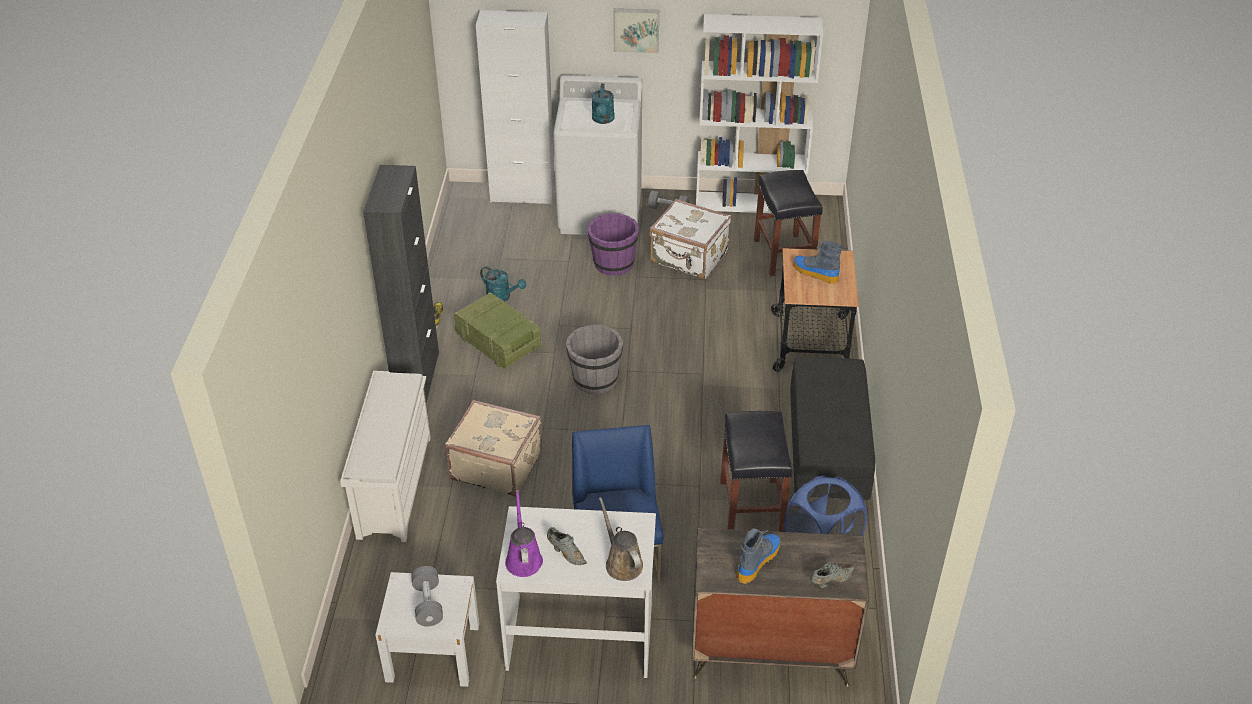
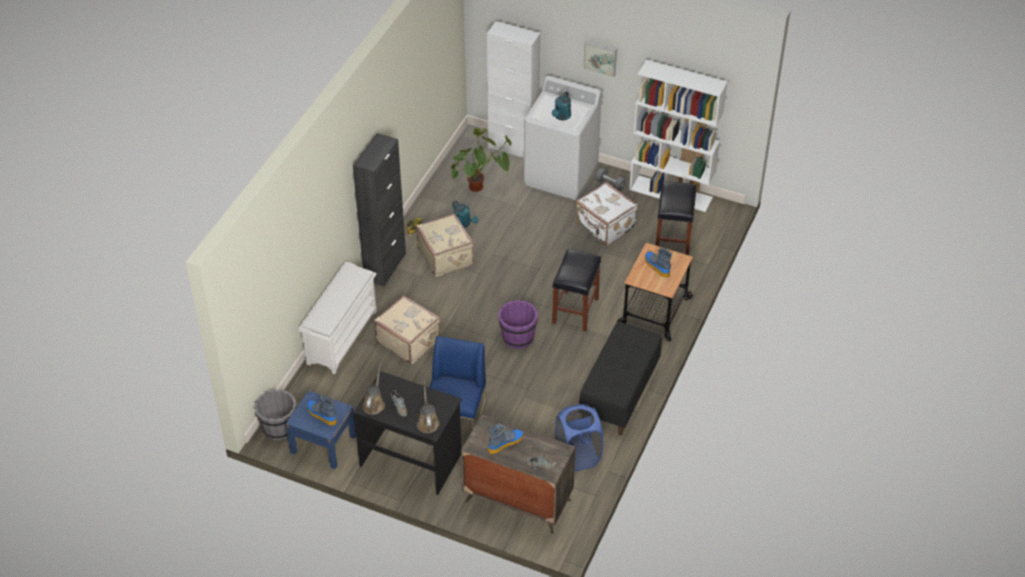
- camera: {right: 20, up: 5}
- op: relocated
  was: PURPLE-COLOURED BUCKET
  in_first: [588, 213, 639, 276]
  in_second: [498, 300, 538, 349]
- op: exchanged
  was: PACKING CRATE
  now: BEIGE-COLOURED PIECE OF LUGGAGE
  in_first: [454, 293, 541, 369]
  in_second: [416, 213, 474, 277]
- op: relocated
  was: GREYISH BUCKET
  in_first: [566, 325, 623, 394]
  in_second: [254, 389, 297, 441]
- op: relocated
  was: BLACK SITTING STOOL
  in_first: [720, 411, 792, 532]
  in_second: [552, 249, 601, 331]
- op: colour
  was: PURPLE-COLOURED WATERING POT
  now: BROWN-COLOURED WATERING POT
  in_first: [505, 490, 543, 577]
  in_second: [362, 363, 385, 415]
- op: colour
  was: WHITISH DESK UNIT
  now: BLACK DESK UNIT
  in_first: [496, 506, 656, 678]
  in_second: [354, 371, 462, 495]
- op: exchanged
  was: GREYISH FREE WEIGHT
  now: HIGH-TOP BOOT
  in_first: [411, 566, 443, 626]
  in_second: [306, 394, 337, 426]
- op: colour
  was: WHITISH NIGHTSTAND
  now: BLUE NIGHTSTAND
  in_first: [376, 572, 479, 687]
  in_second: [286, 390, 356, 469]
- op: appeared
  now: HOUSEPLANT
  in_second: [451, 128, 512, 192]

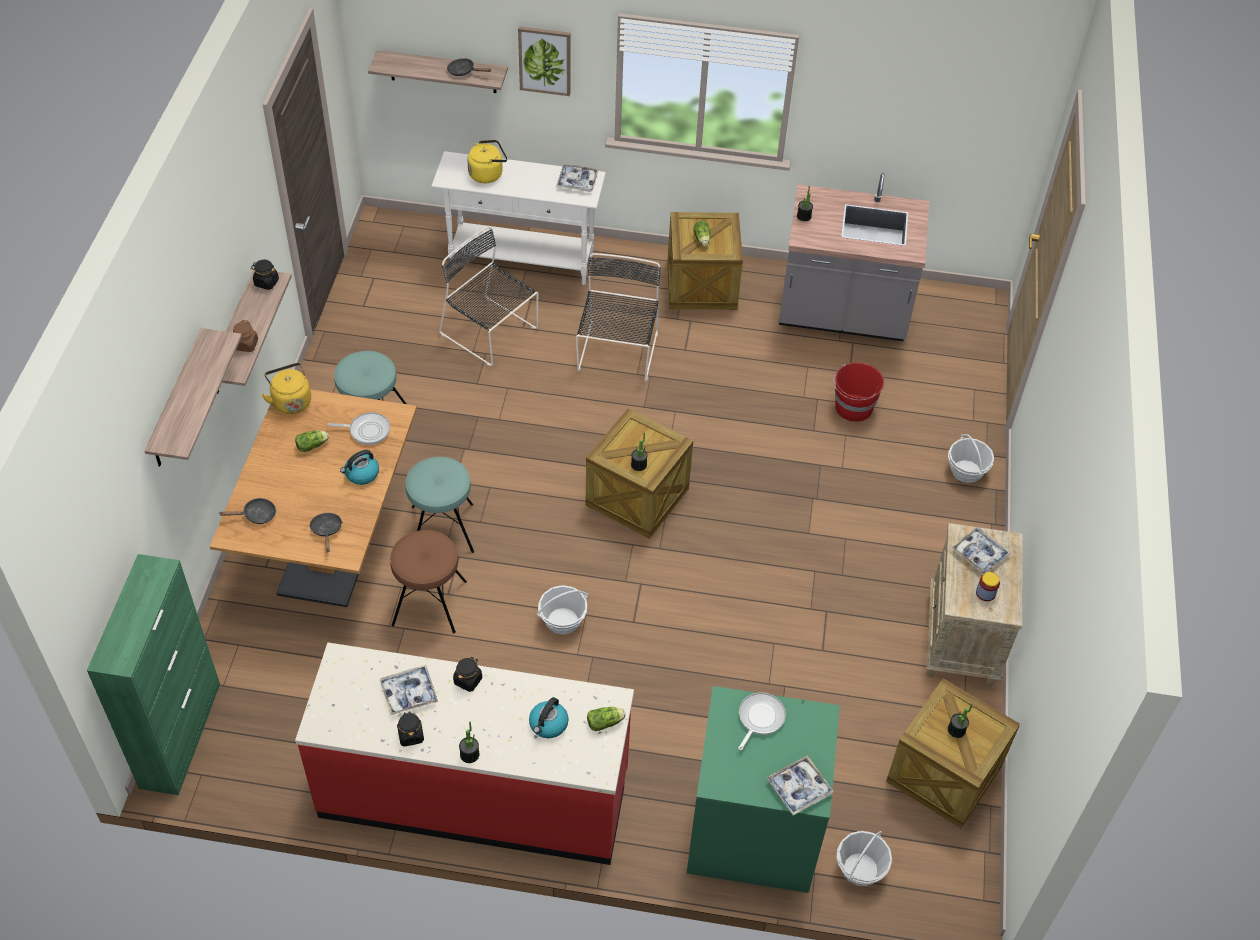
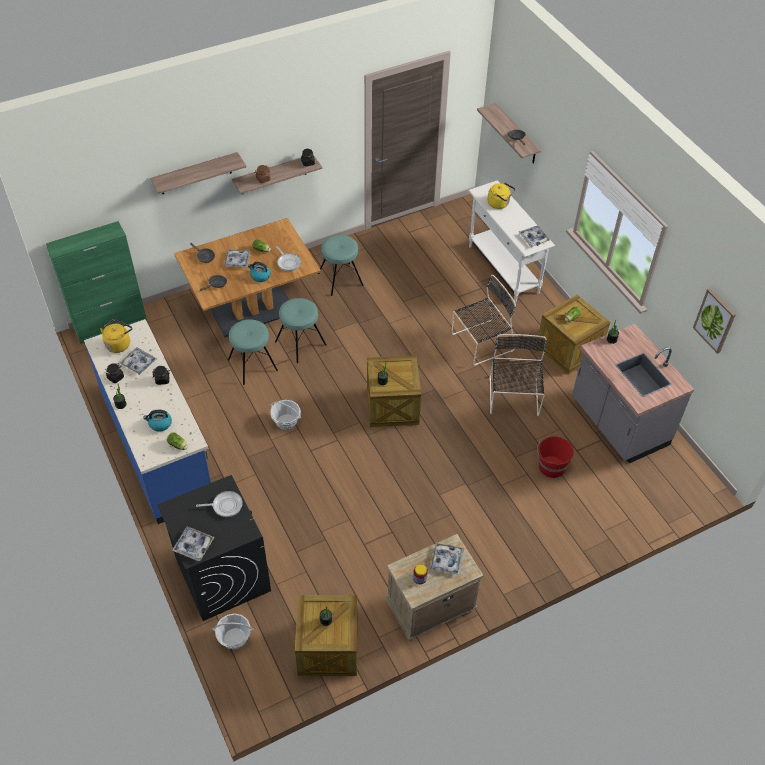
- camera: {right: 55, up: 0}
- op: relocated
  was: WALL PICTURE
  in_first: [518, 26, 570, 96]
  in_second: [693, 288, 736, 354]
- op: relocated
  was: BLACK CHAIR
  in_first: [439, 226, 538, 366]
  in_second: [489, 334, 547, 416]
- op: relocated
  was: YELLOW-COLOURED TEA KETTLE
  in_first: [262, 363, 311, 414]
  in_second: [100, 319, 132, 353]
- op: missing
  was: HOUSEHOLD BASKET
  in_first: [948, 434, 994, 483]
- op: colour
  was: BROWN-COLOURED SITTING STOOL
  now: TURQUOISE SITTING STOOL
  in_first: [390, 530, 467, 633]
  in_second: [228, 319, 278, 385]
- op: colour
  was: REDDISH KITCHEN BASE UNIT
  now: BLUE KITCHEN BASE UNIT
  in_first: [295, 643, 634, 865]
  in_second: [84, 319, 211, 524]
- op: colour
  was: GREEN-COLOURED LAUNDRY APPLIANCE
  now: BLACK LAUNDRY APPLIANCE
  in_first: [687, 686, 840, 893]
  in_second: [157, 475, 271, 621]
- op: appeared
  now: SERVING TRAY
  in_second: [224, 249, 251, 267]

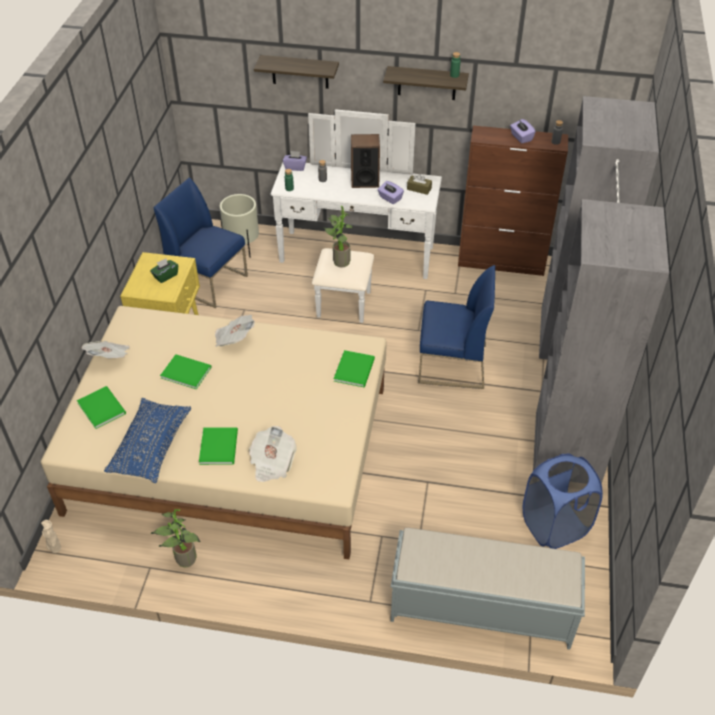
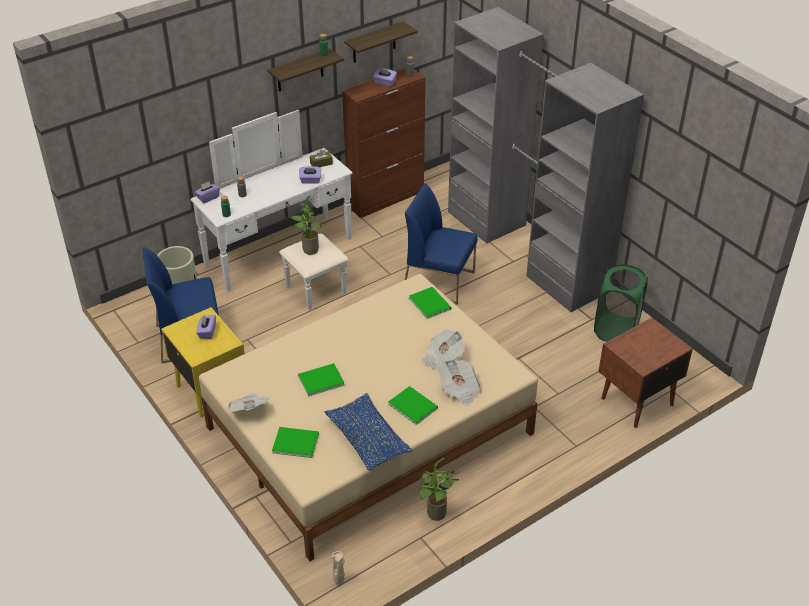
- camera: {right: -45, up: -5}
- op: relocated
  was: BRACKET SHELF
  in_first: [254, 55, 339, 89]
  in_second: [344, 21, 417, 63]
- op: missing
  was: SPEAKER
  in_first: [351, 134, 380, 188]
- op: colour
  was: GREEN-COLOURED TISSUE HOLDER
  now: PURPLE-COLOURED TISSUE HOLDER
  in_first: [150, 258, 178, 283]
  in_second: [197, 315, 216, 339]
- op: spun
  was: BLUE CHAIR
  in_first: [418, 265, 495, 389]
  in_second: [405, 183, 477, 305]
  clockwise: -120
- op: relocated
  was: DAILY PAPER
  in_first: [215, 315, 255, 347]
  in_second: [421, 330, 465, 371]
- op: colour
  was: BLUE LAUNDRY BASKET
  now: GREEN-COLOURED LAUNDRY BASKET
  in_first: [523, 454, 603, 549]
  in_second: [594, 264, 648, 342]
- op: exchanged
  was: GREYISH BENCH
  now: BROWN-COLOURED NIGHTSTAND
  in_first: [391, 528, 585, 650]
  in_second: [598, 318, 693, 428]

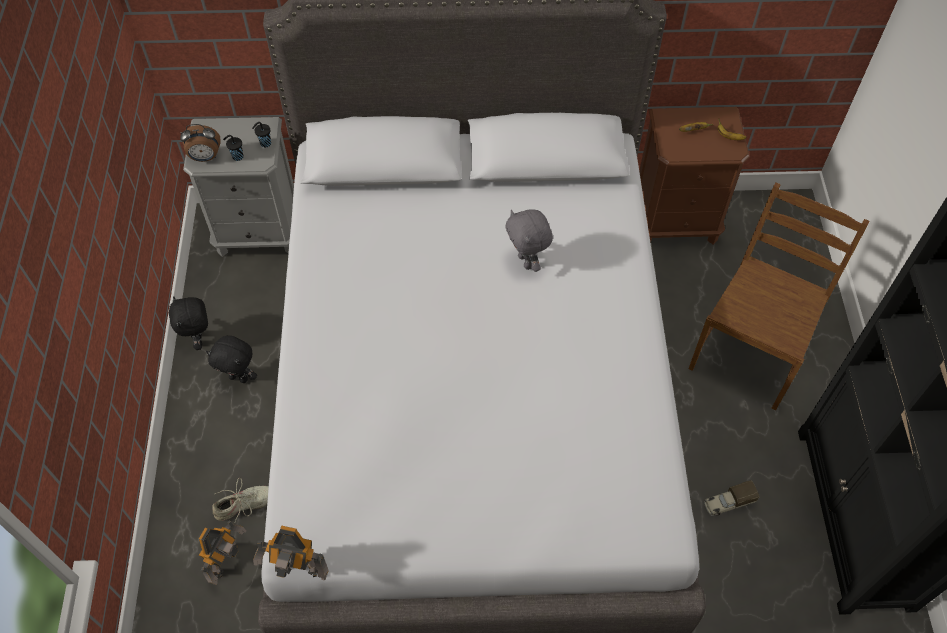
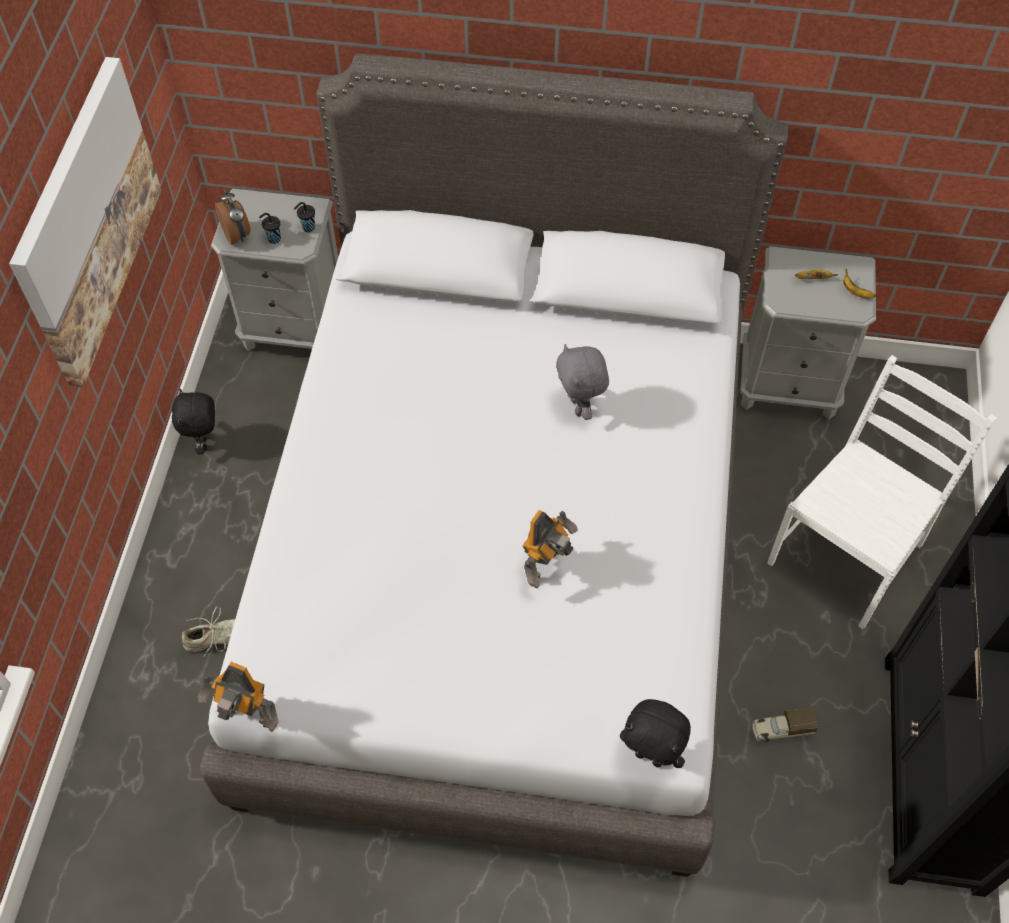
- camera: {right: 10, up: 0}
- op: colour
  was: BROWN-COLOURED NIGHTSTAND
  now: GREYISH NIGHTSTAND
  in_first: [639, 107, 750, 245]
  in_second: [740, 246, 876, 420]
- op: spun
  was: ALARM CLOCK
  in_first: [180, 124, 220, 162]
  in_second: [215, 190, 251, 245]
  clockwise: -120
- op: colour
  was: BROWN-COLOURED CHAIR
  now: WHITISH CHAIR
  in_first: [689, 182, 869, 411]
  in_second: [767, 355, 997, 629]
- op: relocated
  was: BLACK PLUSH TOY
  in_first: [206, 336, 257, 383]
  in_second: [620, 699, 691, 768]
- op: relocated
  was: ROBOT FIGURE
  in_first: [199, 520, 247, 585]
  in_second: [523, 510, 578, 588]
- op: appeared
  now: WALL PICTURE
  in_second: [9, 57, 162, 387]

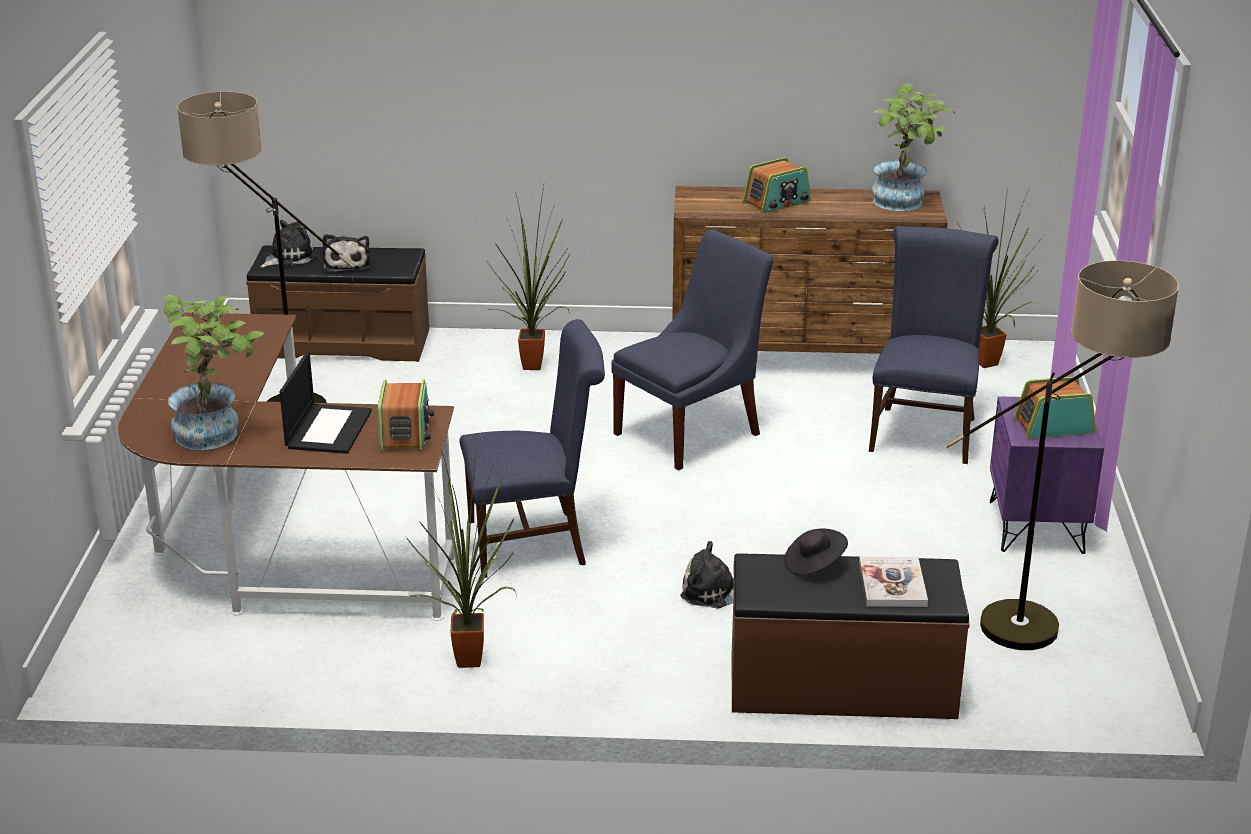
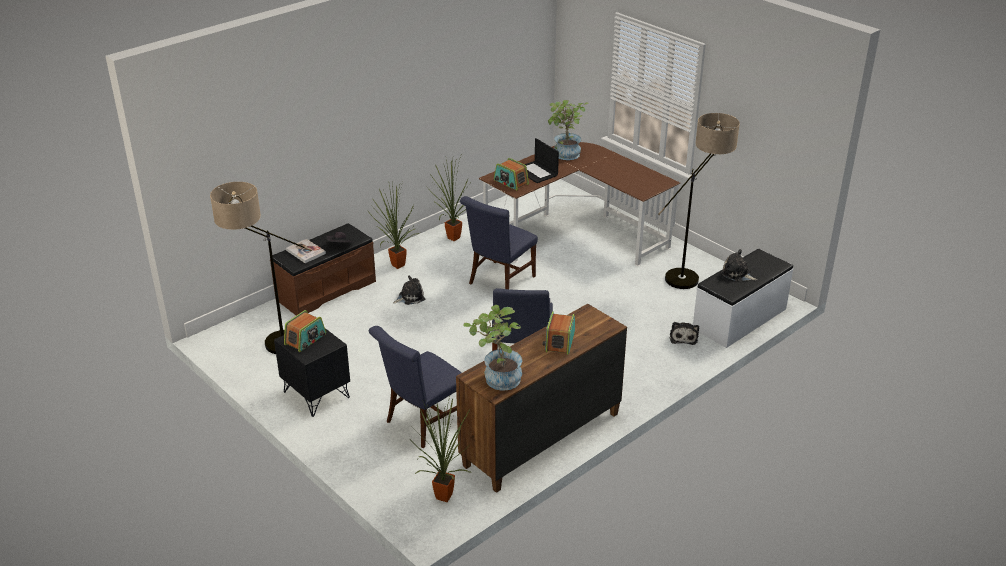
- camera: {right: 135, up: 5}
- op: relocated
  was: HOUSEPLANT
  in_first: [486, 186, 570, 370]
  in_second: [370, 182, 420, 269]
- op: relocated
  was: PLUSH TOY
  in_first: [260, 220, 317, 268]
  in_second: [670, 322, 699, 345]
- op: spun
  was: BLUE CHAIR
  in_first: [869, 226, 999, 464]
  in_second: [369, 326, 462, 448]
  clockwise: 75
- op: colour
  was: BROWN-COLOURED BENCH
  now: WHITISH BENCH
  in_first: [246, 245, 429, 362]
  in_second: [693, 249, 793, 348]
- op: colour
  was: PURPLE-COLOURED NIGHTSTAND
  now: BLACK NIGHTSTAND
  in_first: [990, 396, 1104, 554]
  in_second: [274, 328, 350, 417]

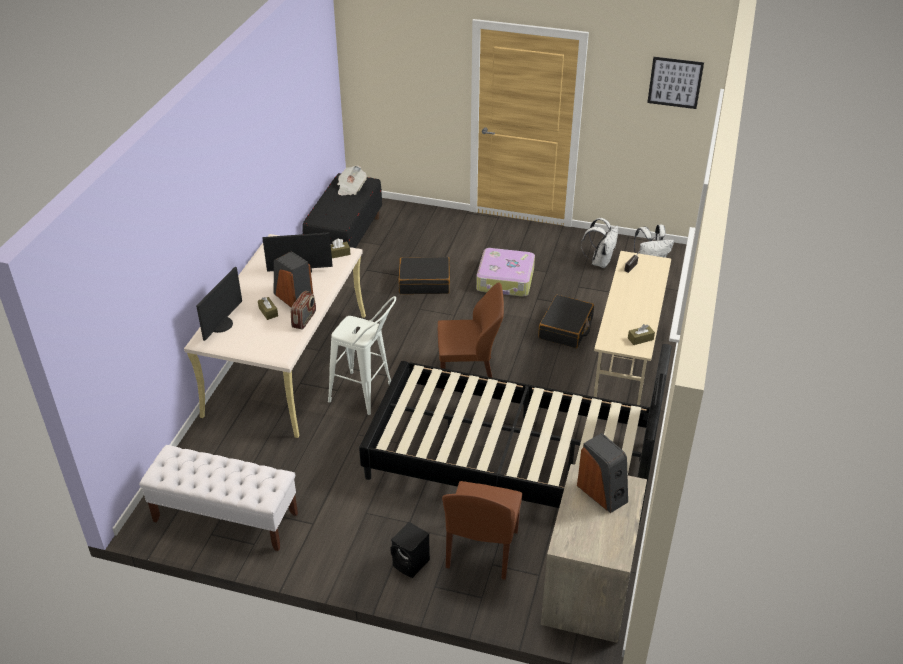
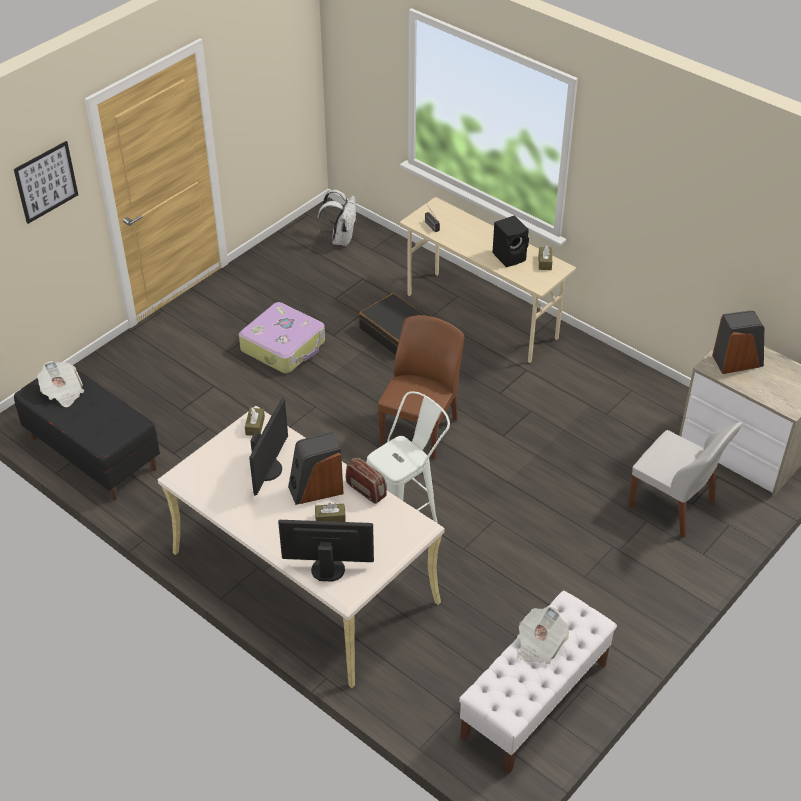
- camera: {right: -65, up: 5}
- op: relocated
  was: WALL PICTURE
  in_first: [647, 57, 704, 109]
  in_second: [14, 141, 78, 224]
- op: missing
  was: WHITISH KNAPSACK
  in_first: [581, 218, 618, 268]
- op: missing
  was: BLACK PIECE OF LUGGAGE
  in_first: [398, 257, 450, 294]
- op: spun
  was: COMPUTER DISPLAY
  in_first: [196, 267, 242, 341]
  in_second: [278, 520, 374, 582]
  clockwise: -45
- op: missing
  was: BLACK BED
  in_first: [359, 344, 672, 525]
- op: colour
  was: BROWN-COLOURED CHAIR
  now: WHITISH CHAIR
  in_first: [442, 481, 522, 580]
  in_second: [628, 422, 742, 538]
- op: relocated
  was: BLACK SPEAKER
  in_first: [390, 522, 430, 578]
  in_second: [492, 215, 529, 267]
- op: appeared
  now: DAILY PAPER
  in_second: [517, 607, 569, 664]

